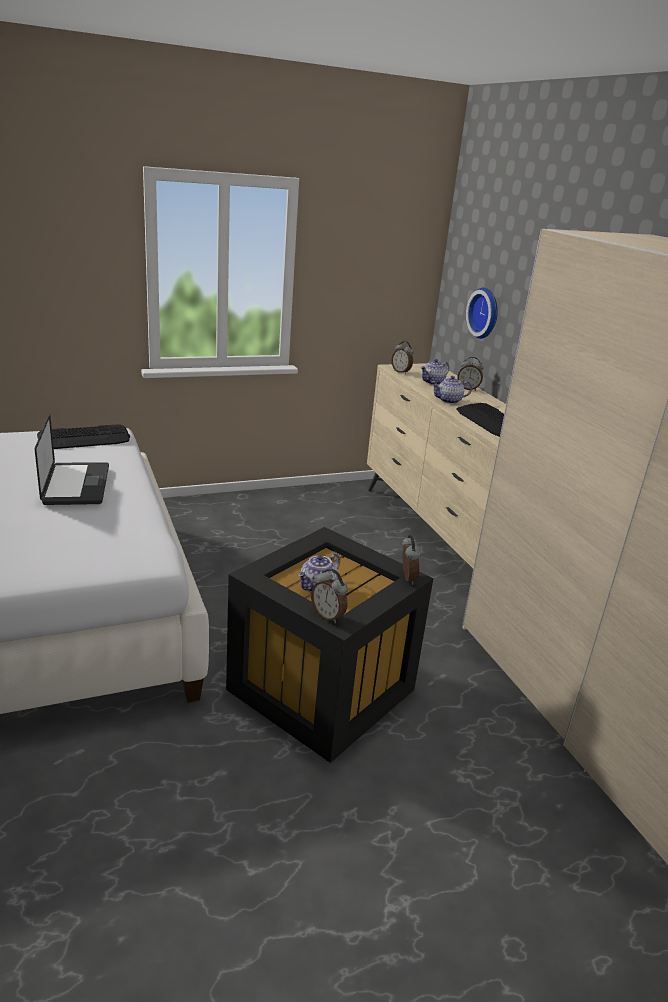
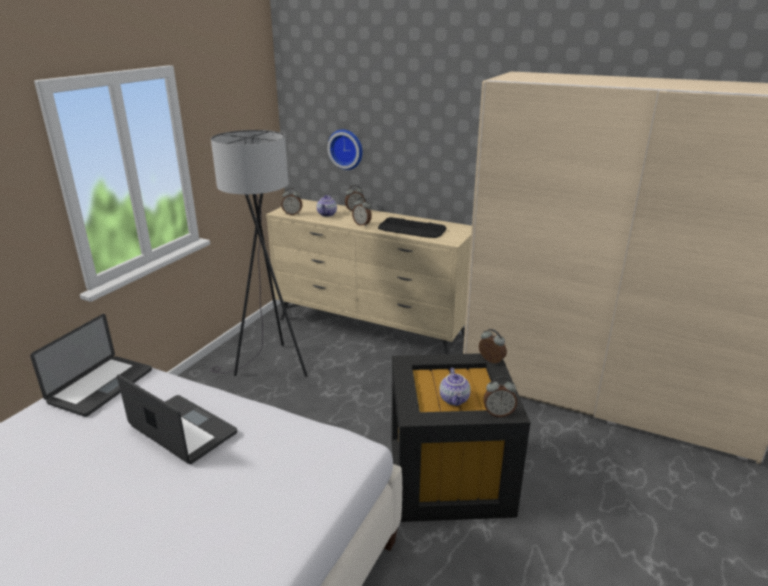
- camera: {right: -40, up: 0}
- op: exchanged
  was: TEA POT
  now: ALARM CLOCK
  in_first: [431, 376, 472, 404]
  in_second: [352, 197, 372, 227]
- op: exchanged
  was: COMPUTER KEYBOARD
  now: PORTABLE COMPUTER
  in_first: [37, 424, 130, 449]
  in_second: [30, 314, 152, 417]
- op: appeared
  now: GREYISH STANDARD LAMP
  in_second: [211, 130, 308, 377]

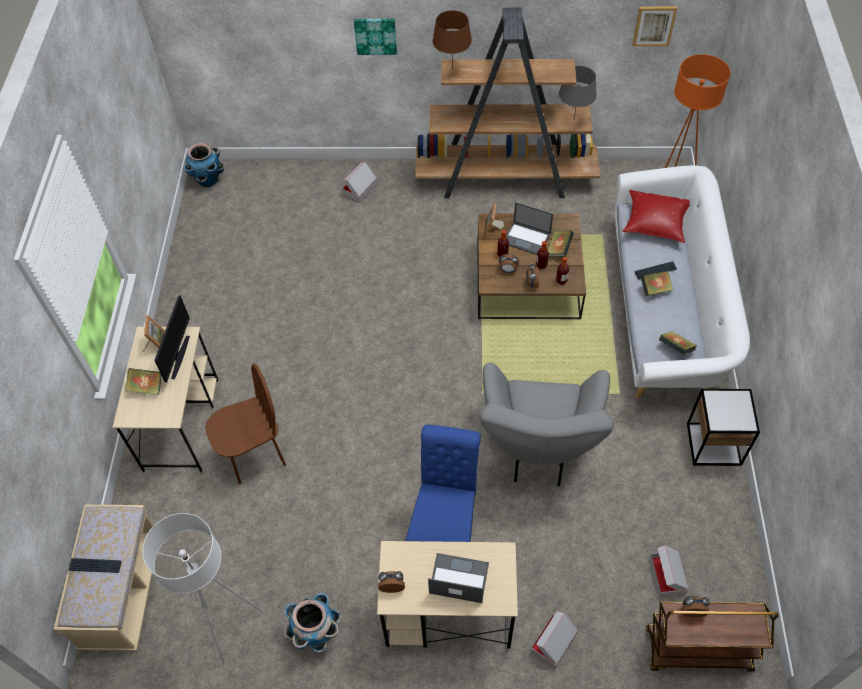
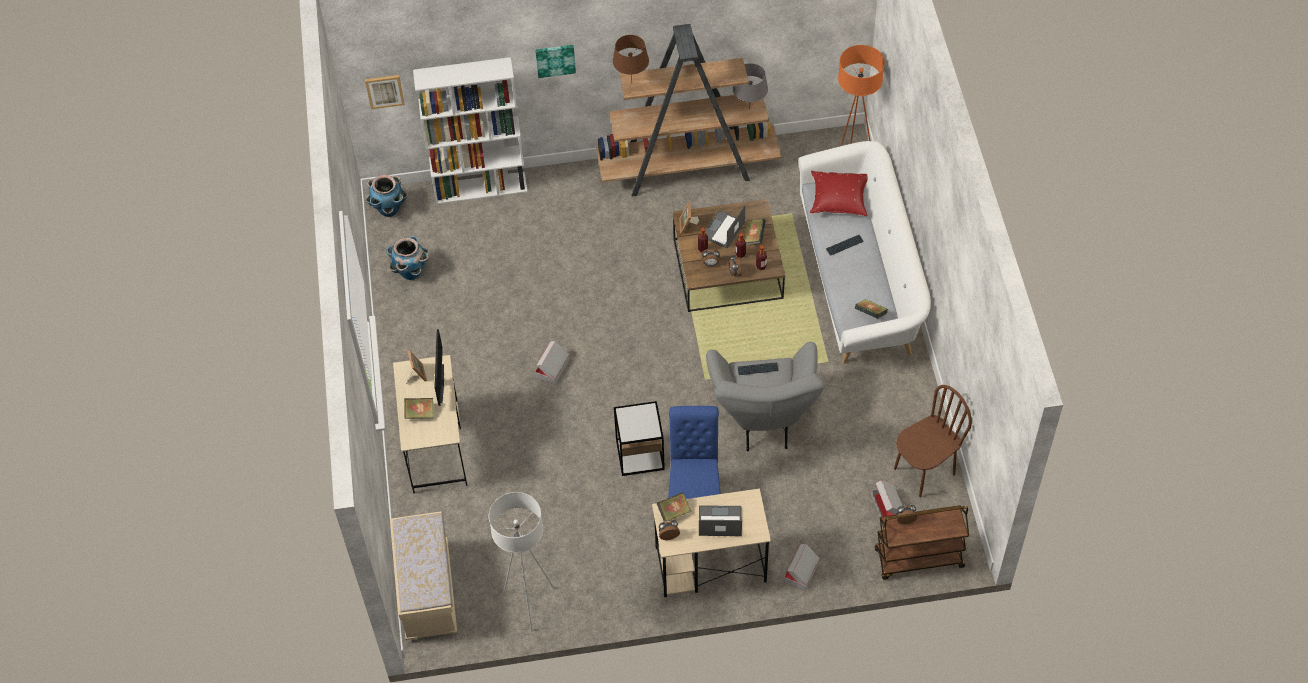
- camera: {right: -10, up: 0}
- op: relocated
  was: WALL PICTURE
  in_first: [633, 6, 677, 46]
  in_second: [365, 75, 405, 109]
- op: relocated
  was: PACKING BOX
  in_first: [342, 162, 378, 203]
  in_second: [535, 341, 570, 385]
- op: spun
  was: PORTABLE COMPUTER
  in_first: [506, 202, 553, 255]
  in_second: [705, 205, 745, 248]
  clockwise: 105
- op: relocated
  was: VOLUME
  in_first: [640, 271, 673, 296]
  in_second: [657, 492, 691, 522]
- op: relocated
  was: BROWN-COLOURED CHAIR
  in_first: [205, 364, 286, 484]
  in_second: [894, 385, 972, 497]
- op: relocated
  was: ACCENT TABLE
  in_first: [687, 389, 760, 466]
  in_second: [614, 401, 665, 476]
- op: relocated
  was: COMPUTER KEYBOARD
  in_first: [68, 558, 121, 573]
  in_second: [738, 362, 778, 375]
- op: relocated
  was: PLANTER
  in_first: [284, 593, 341, 653]
  in_second: [386, 236, 429, 280]
- op: appeared
  now: WHITISH SHELVING UNIT
  in_second: [413, 57, 528, 204]

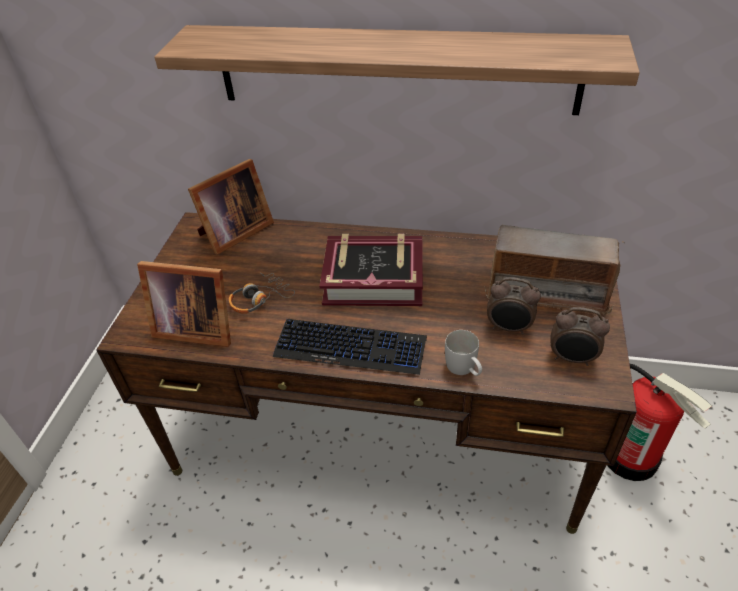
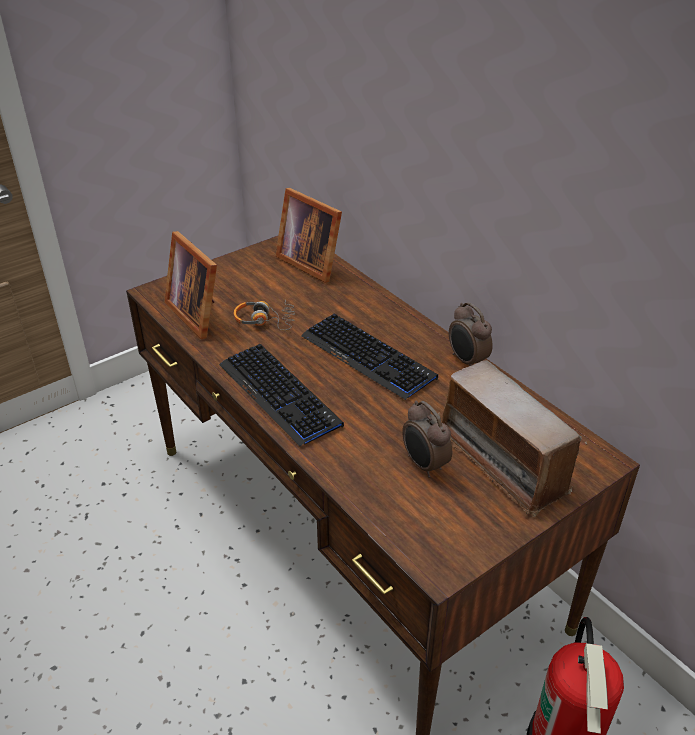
- camera: {right: 40, up: -5}
- op: missing
  was: BRACKET SHELF
  in_first: [154, 25, 640, 115]
- op: spun
  was: PICTURE FRAME
  in_first: [188, 159, 274, 255]
  in_second: [276, 188, 342, 283]
  clockwise: 45
- op: exchanged
  was: VOLUME
  now: COMPUTER KEYBOARD
  in_first: [319, 234, 423, 306]
  in_second: [301, 313, 438, 400]
- op: relocated
  was: ALARM CLOCK
  in_first: [550, 307, 610, 366]
  in_second: [449, 302, 493, 366]
- op: missing
  was: WHITISH COFFEE MUG
  in_first: [445, 330, 482, 376]

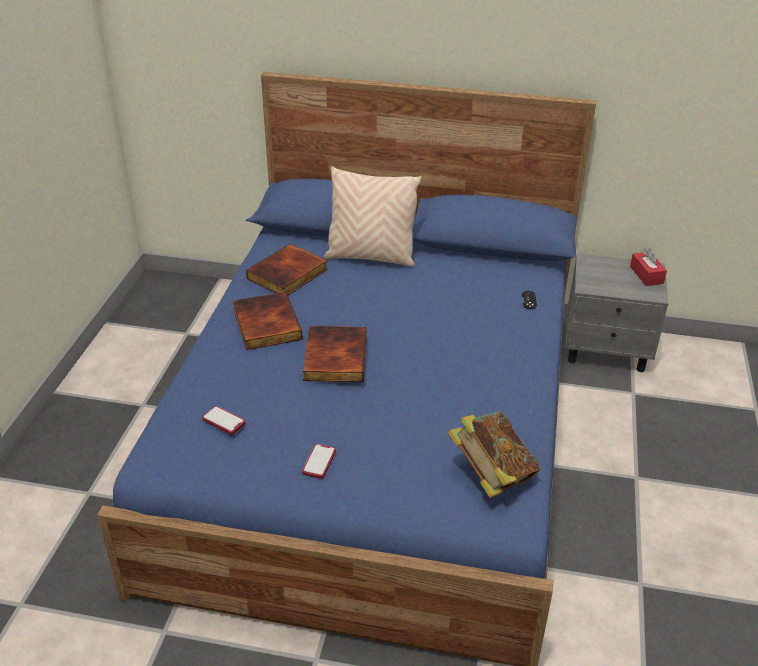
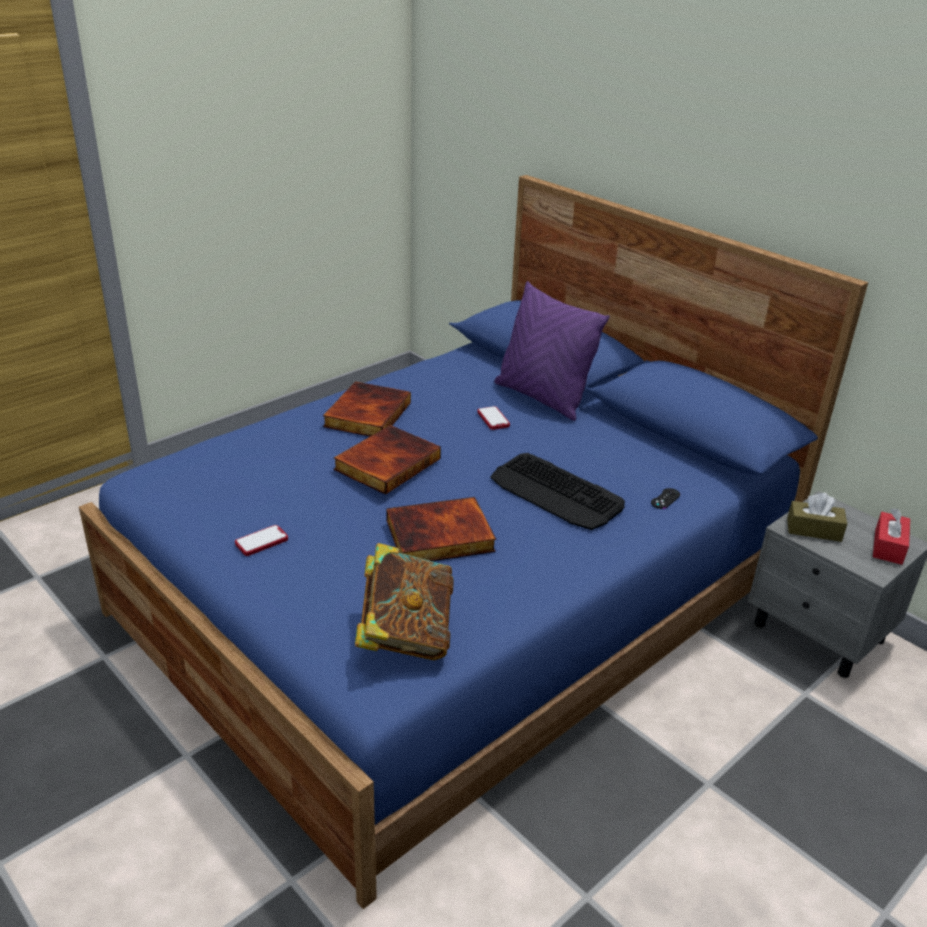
- camera: {right: 35, up: -5}
- op: colour
  was: BEIGE-COLOURED THROW PILLOW
  now: PURPLE-COLOURED THROW PILLOW
  in_first: [324, 166, 422, 266]
  in_second: [494, 281, 610, 421]
- op: relocated
  was: VOLUME
  in_first: [246, 244, 328, 295]
  in_second: [386, 497, 496, 561]
- op: relocated
  was: TELEPHONE
  in_first: [202, 406, 245, 435]
  in_second: [477, 406, 510, 430]
- op: appeared
  now: COMPUTER KEYBOARD
  in_second: [490, 453, 625, 530]
- op: appeared
  now: BROWN-COLOURED TISSUE HOLDER
  in_second: [787, 493, 847, 542]

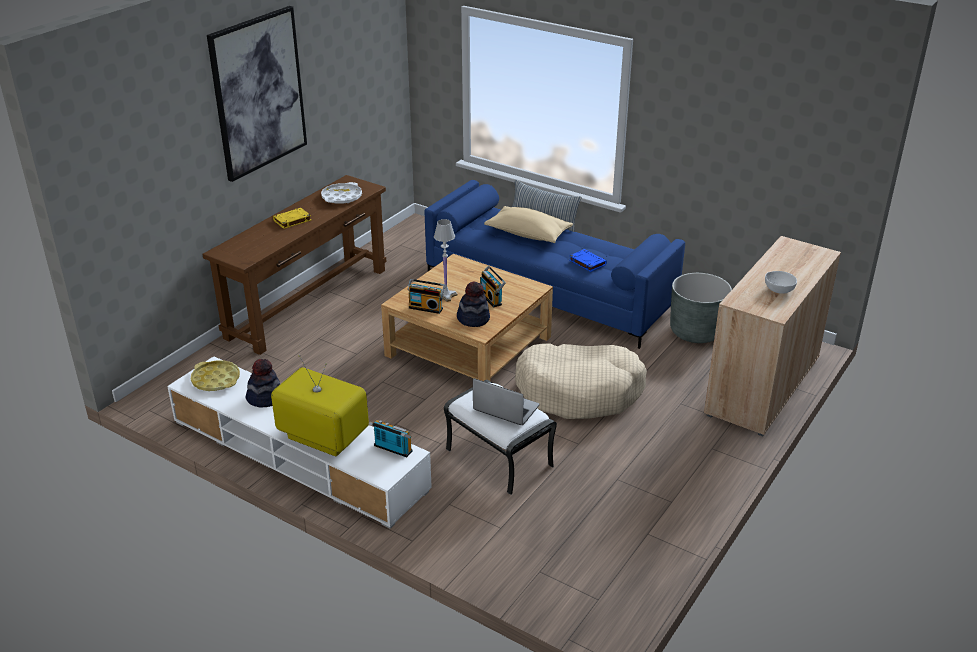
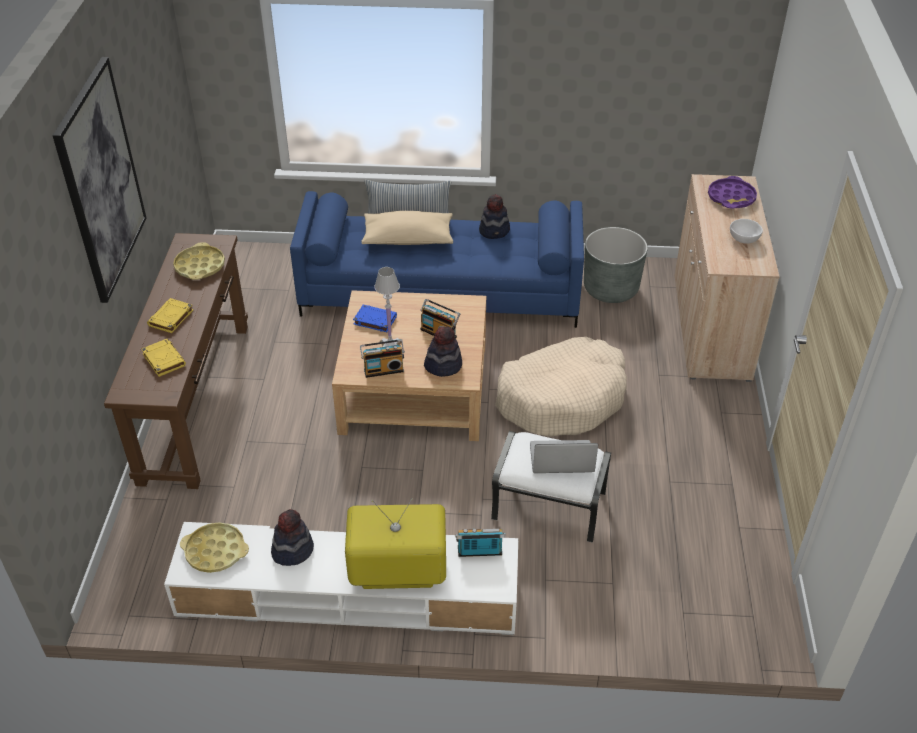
- camera: {right: -30, up: 10}
- op: colour
  was: WHITISH SERVING TRAY
  now: YELLOW-COLOURED SERVING TRAY
  in_first: [321, 182, 362, 204]
  in_second: [173, 242, 225, 280]
- op: relocated
  was: BLUE VOLUME
  in_first: [570, 249, 607, 272]
  in_second: [353, 305, 397, 332]
- op: appeared
  now: PURPLE-COLOURED SERVING TRAY
  in_second: [708, 176, 757, 209]
- op: appeared
  now: CLOTHING HAT
  in_second: [479, 194, 510, 239]
- op: appeared
  now: YELLOW-COLOURED VOLUME
  in_second: [142, 339, 186, 377]

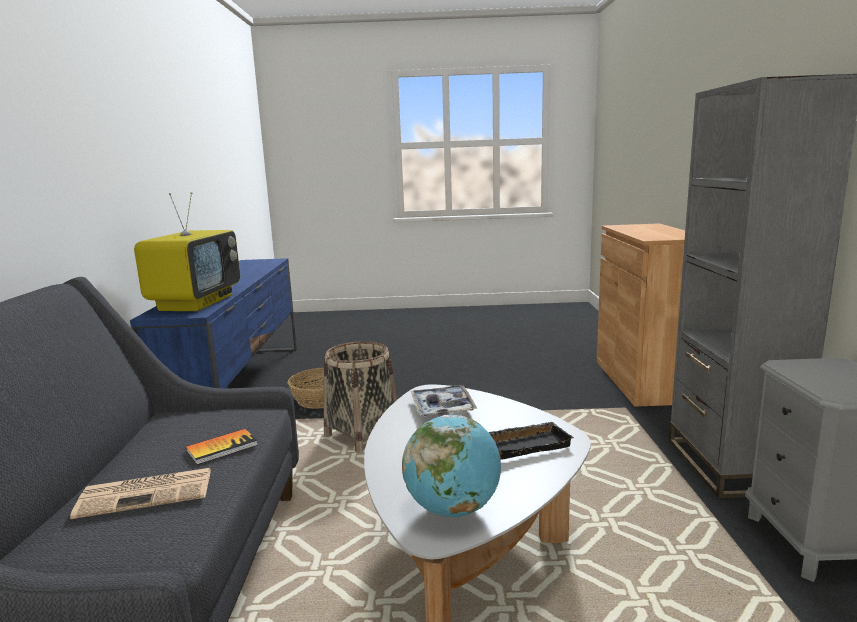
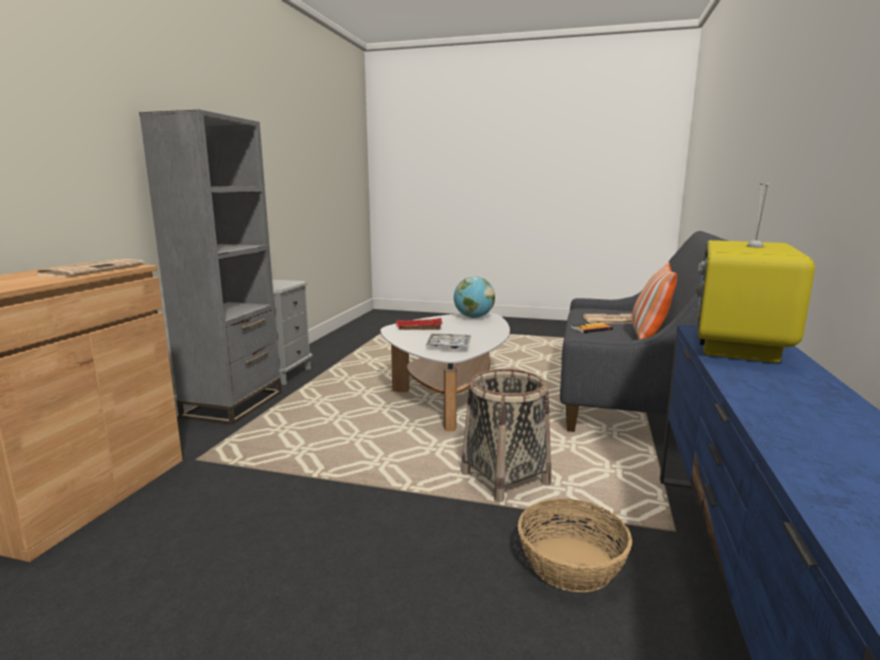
- camera: {right: -165, up: 0}
- op: colour
  was: BLACK SERVING TRAY
  now: REDDISH SERVING TRAY
  in_first: [488, 422, 574, 459]
  in_second: [396, 318, 443, 330]
- op: appeared
  now: DAILY PAPER
  in_second: [34, 259, 145, 277]
- op: appeared
  now: THROW PILLOW
  in_second: [632, 262, 677, 339]

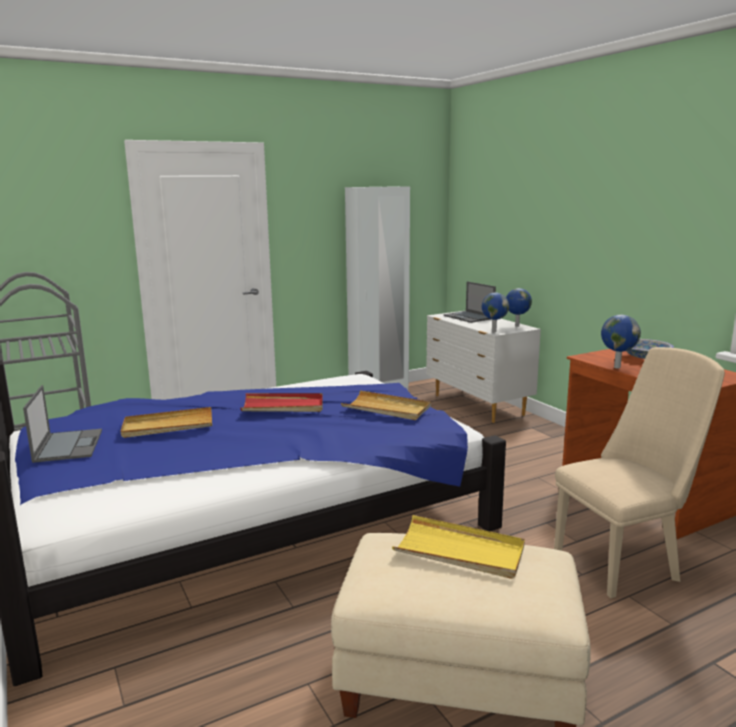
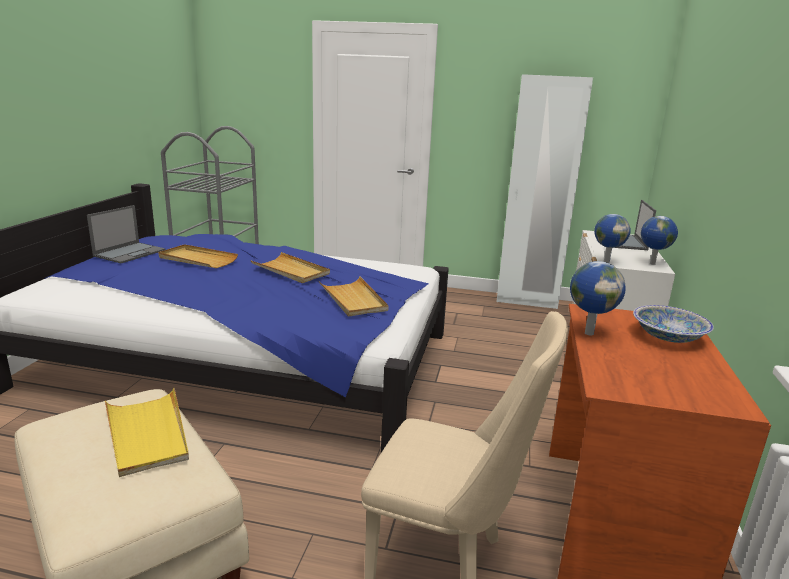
- camera: {right: 40, up: 5}
- op: colour
  was: REDDISH SERVING TRAY
  now: BEIGE-COLOURED SERVING TRAY
  in_first: [240, 393, 323, 412]
  in_second: [251, 252, 330, 283]

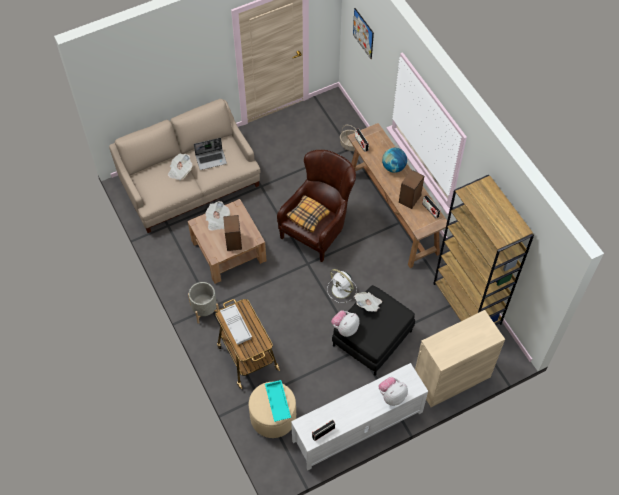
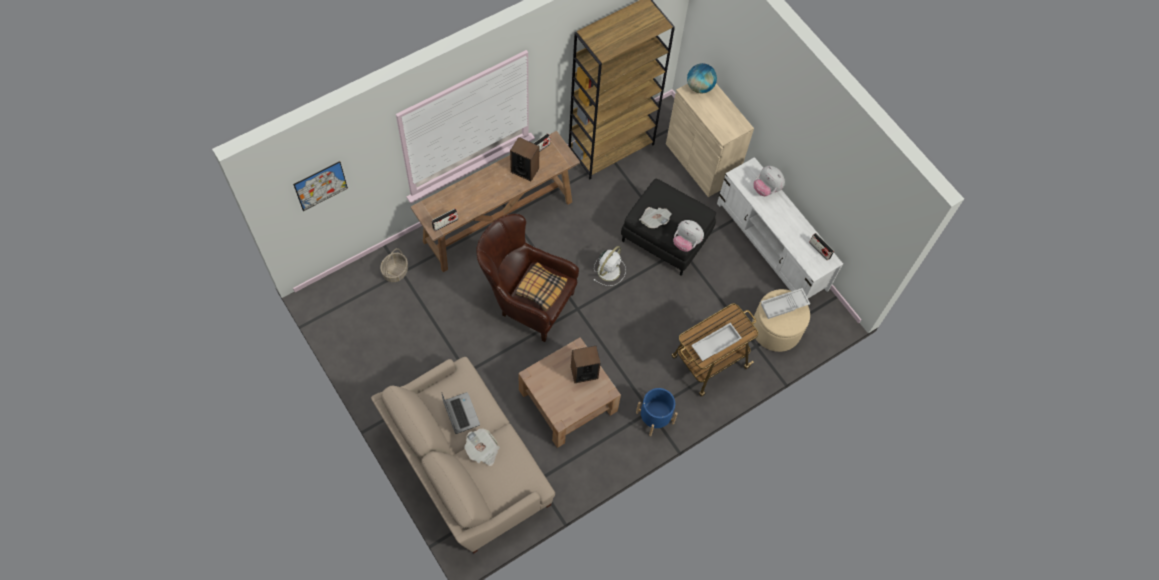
- camera: {right: -100, up: 5}
- op: relocated
  was: DESK GLOBE
  in_first: [382, 148, 407, 173]
  in_second: [687, 63, 717, 94]
- op: missing
  was: DAILY PAPER
  in_first: [205, 201, 230, 231]
- op: colour
  was: GREYISH PLANTER
  now: BLUE PLANTER
  in_first: [188, 282, 219, 324]
  in_second: [636, 388, 678, 436]
- op: colour
  was: TURQUOISE SERVING TRAY
  now: WHITISH SERVING TRAY
  in_first: [265, 380, 291, 422]
  in_second: [761, 288, 810, 319]

